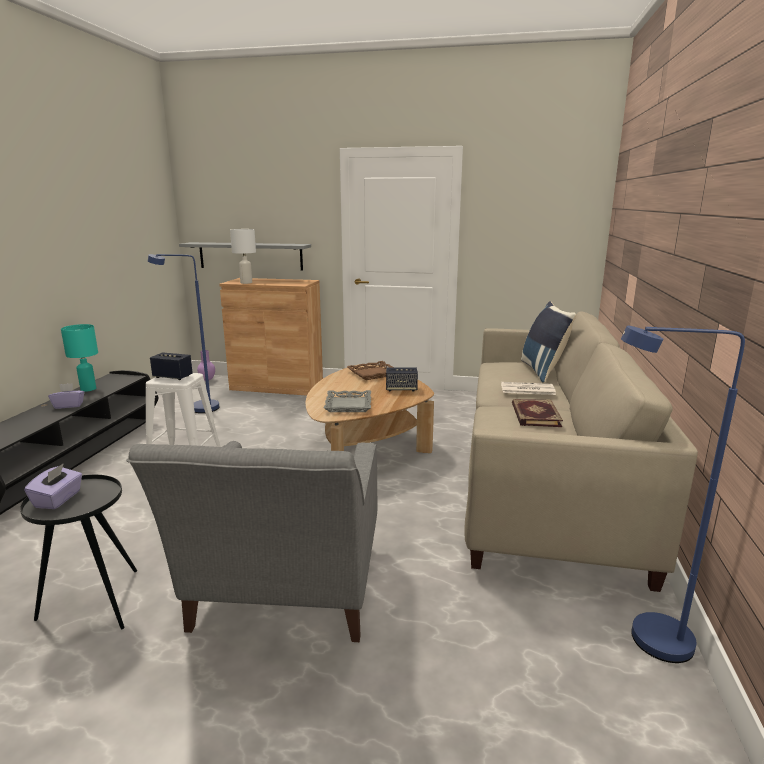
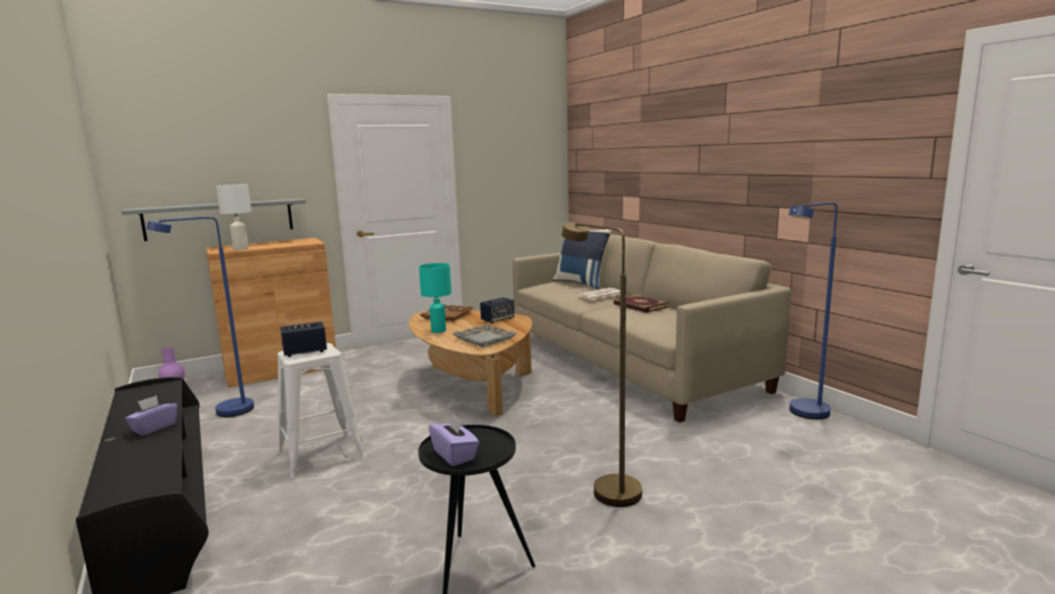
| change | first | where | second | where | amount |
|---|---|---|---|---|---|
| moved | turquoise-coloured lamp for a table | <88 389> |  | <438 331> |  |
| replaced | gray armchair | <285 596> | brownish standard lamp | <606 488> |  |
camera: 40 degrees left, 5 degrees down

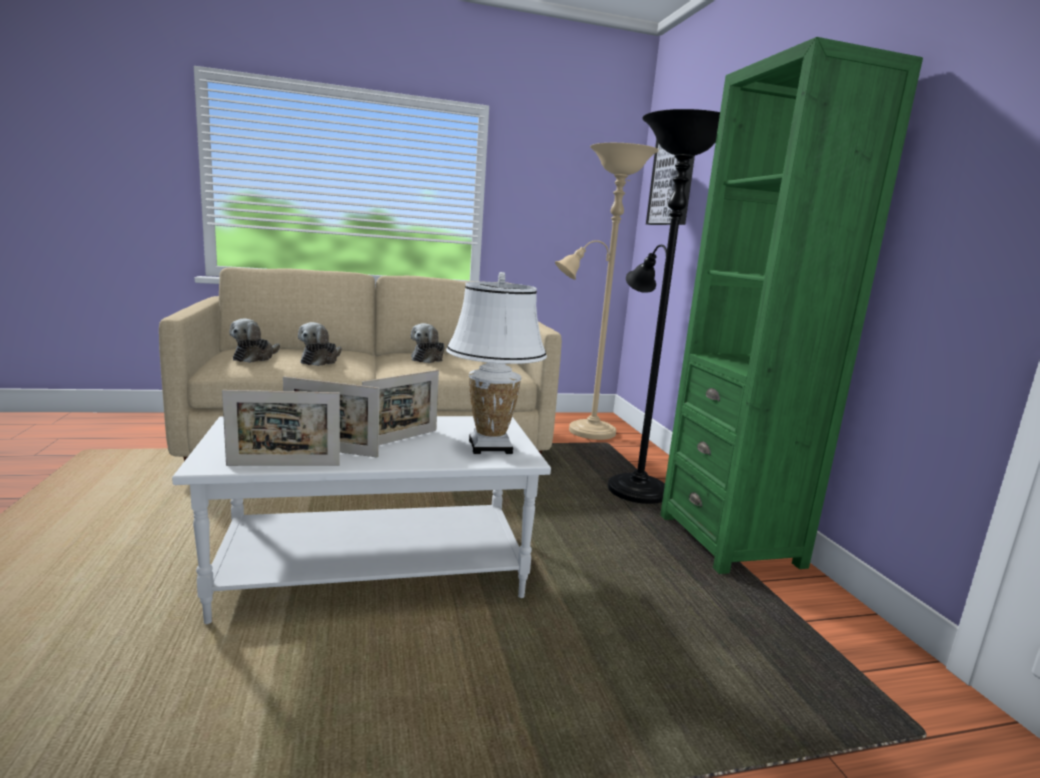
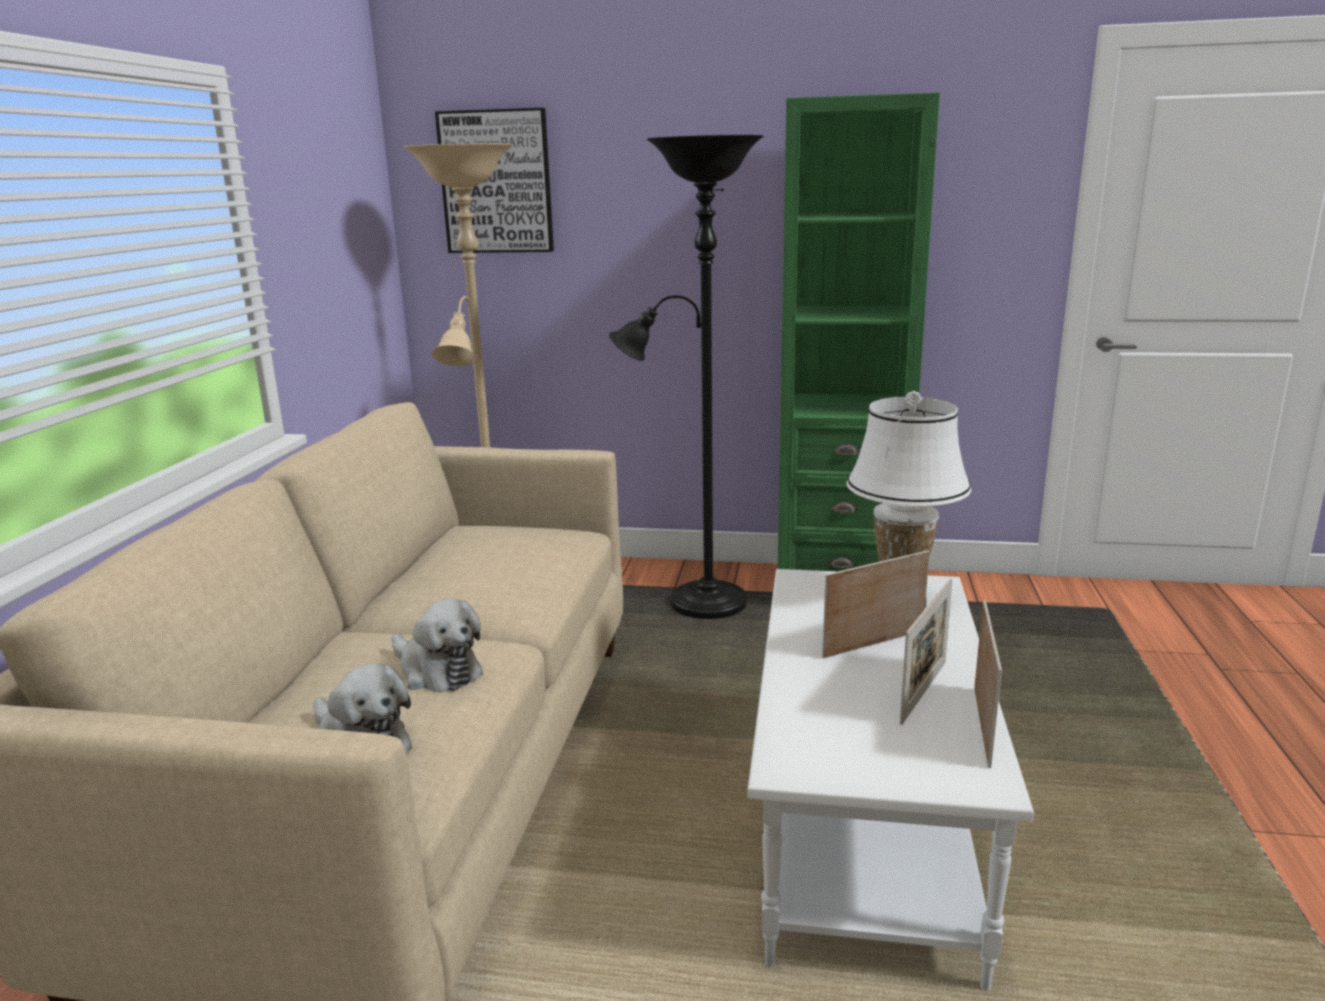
| change | first | where | second | where | amount |
|---|---|---|---|---|---|
| removed | plush toy | <428 358> |  |  |  |
| turned | standing frame | <401 439> |  | <874 644> | 90 degrees counterclockwise |
camera: 65 degrees left, 5 degrees up

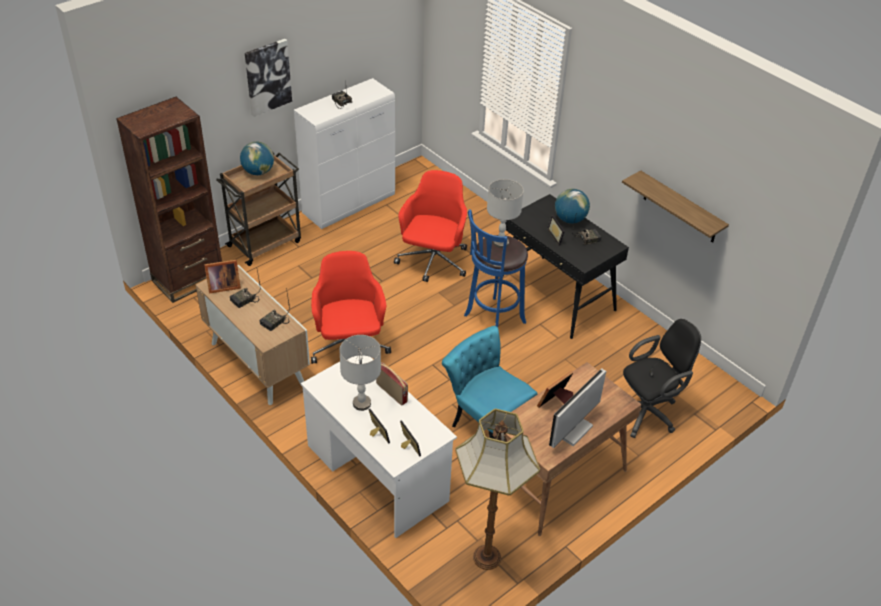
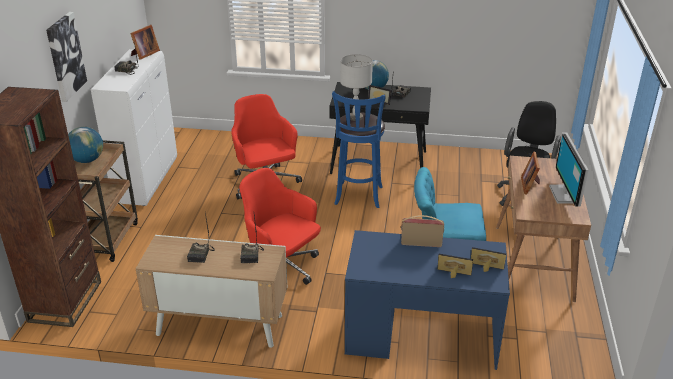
| change | first | where | second | where | amount |
|---|---|---|---|---|---|
| removed | gray lamp for a table | <361 403> |  |  |  |
| removed | standard lamp | <485 558> |  |  |  |
| removed | shelf | <680 208> |  |  |  |
| moved | standing frame | <222 286> |  | <144 54> |  |
| recoloured | white desk unit | <377 472> | blue desk unit | <421 337> |  |
camera: 40 degrees left, 10 degrees down

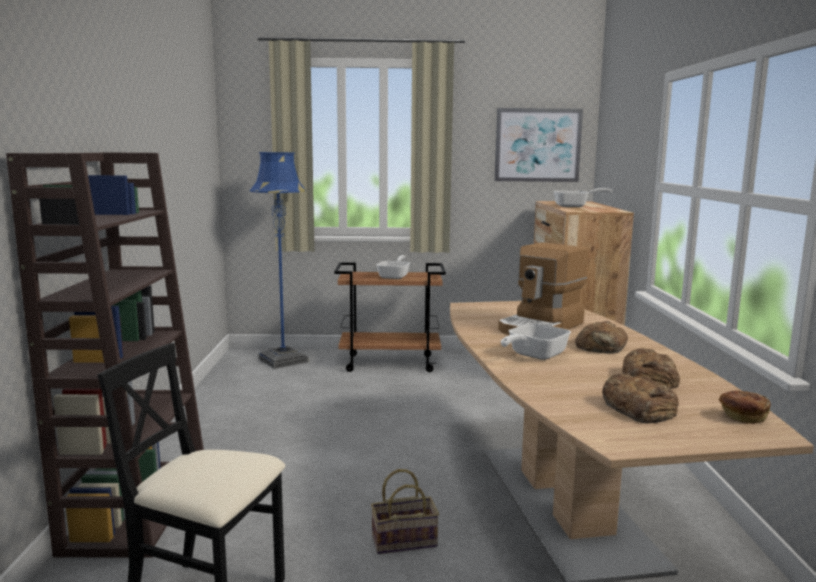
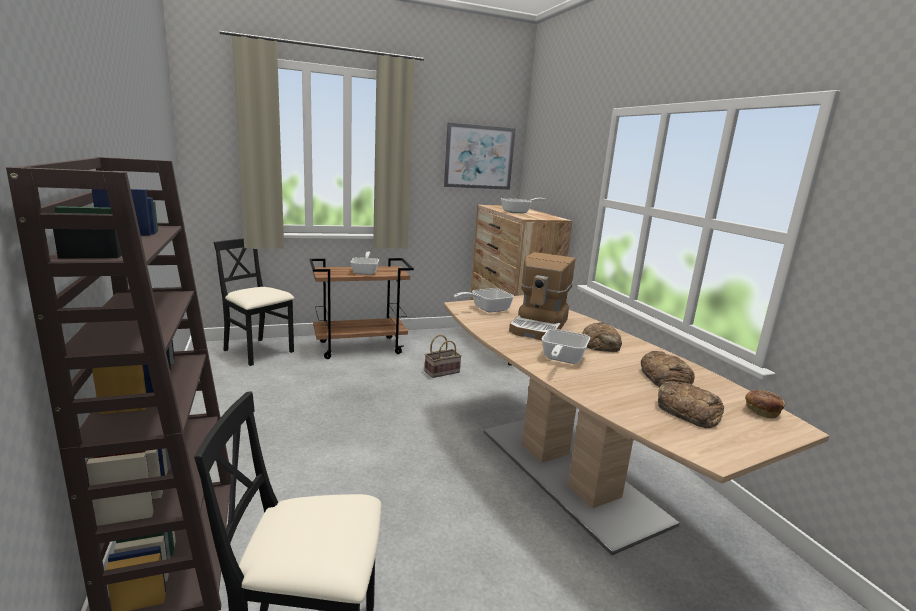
| change | first | where | second | where | amount |
|---|---|---|---|---|---|
| added |  |  | pan | <486 309> |  |
| moved | household basket | <405 540> |  | <442 371> |  |
| replaced | blue standard lamp | <283 360> | blackish plain chair | <258 351> |  |
camera: 20 degrees left, 5 degrees up

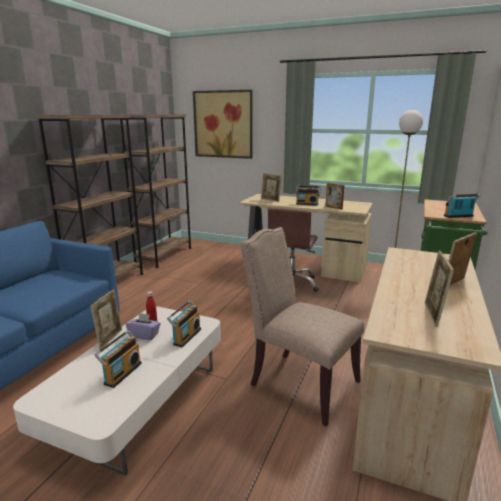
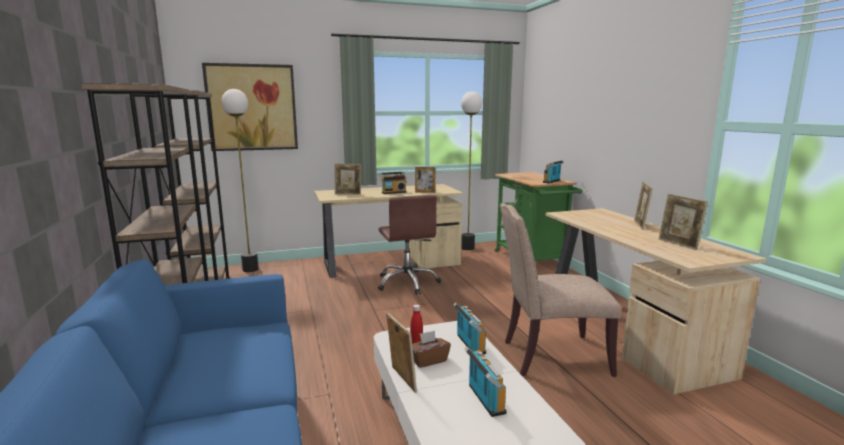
| change | first | where | second | where | amount |
|---|---|---|---|---|---|
| added |  |  | standard lamp | <250 269> |  |
| recoloured | purplish tissue box | <144 335> | brownish tissue box | <428 360> |  |
camera: 40 degrees left, 5 degrees down

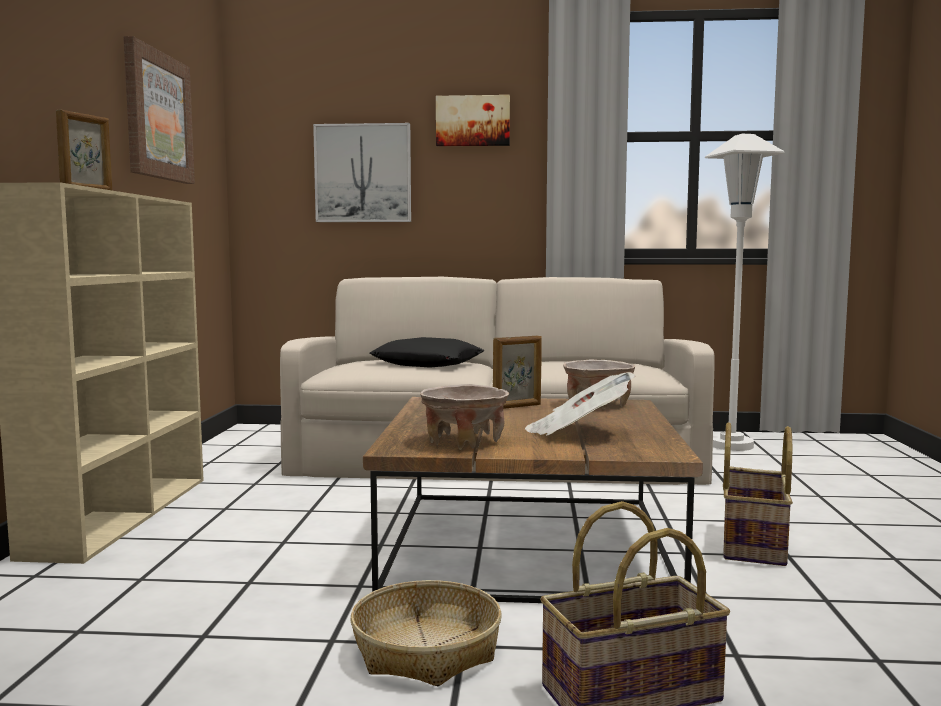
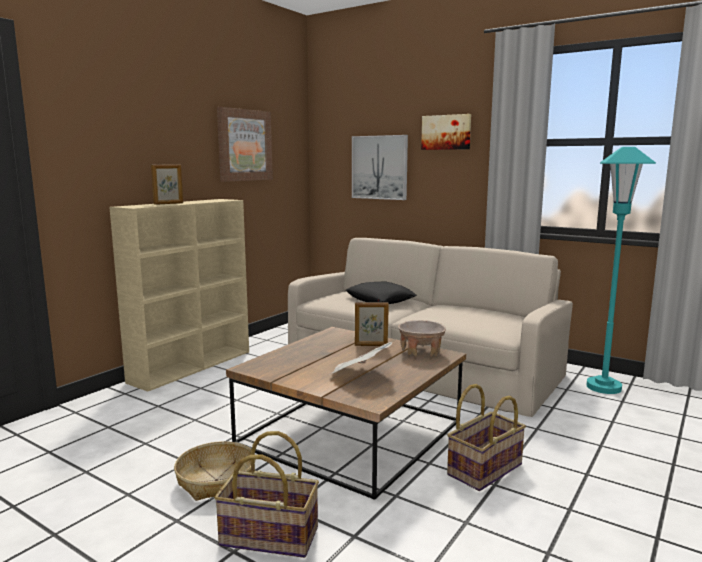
| change | first | where | second | where | amount |
|---|---|---|---|---|---|
| removed | beige-coloured serving bowl | <463 442> |  |  |  |
| recoloured | white standard lamp | <731 445> | turquoise-coloured standard lamp | <604 387> |  |
camera: 30 degrees right, 5 degrees up

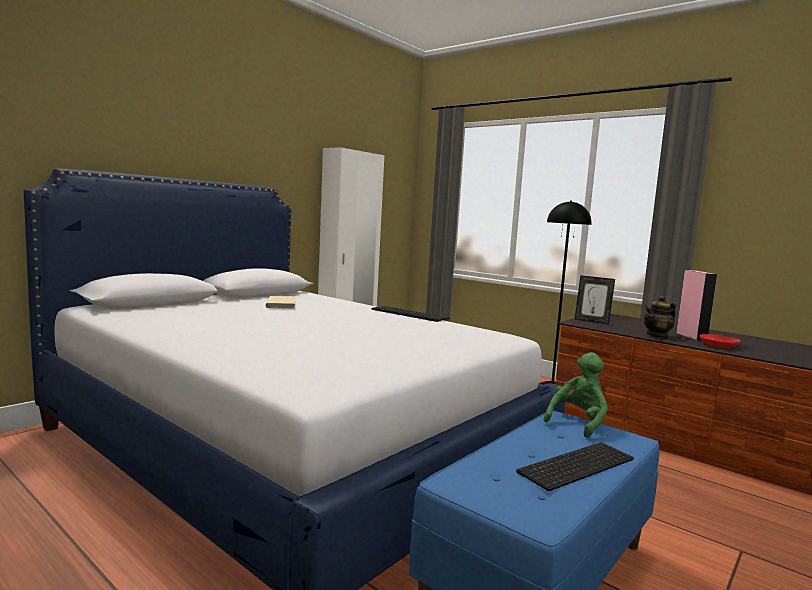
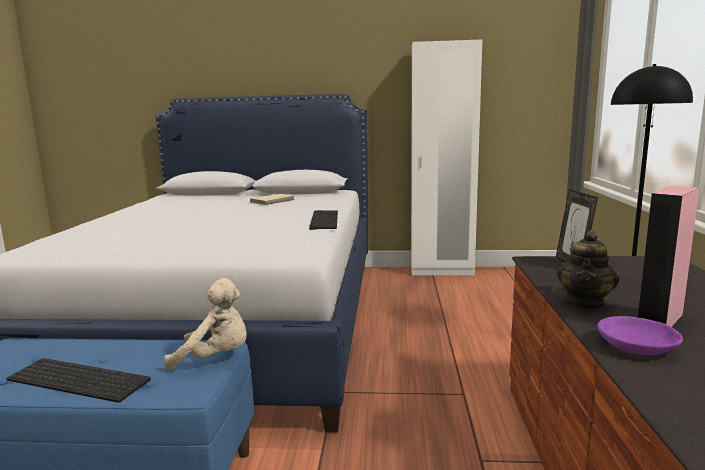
| change | first | where | second | where | amount |
|---|---|---|---|---|---|
| recoloured | greenish plush toy | <578 422> | beige-coloured plush toy | <216 358> |  |
| recoloured | red-coloured serving bowl | <719 346> | purplish serving bowl | <638 346> |  |
| turned | tea pot | <657 336> |  | <585 303> | 90 degrees counterclockwise |
camera: 55 degrees right, 5 degrees up

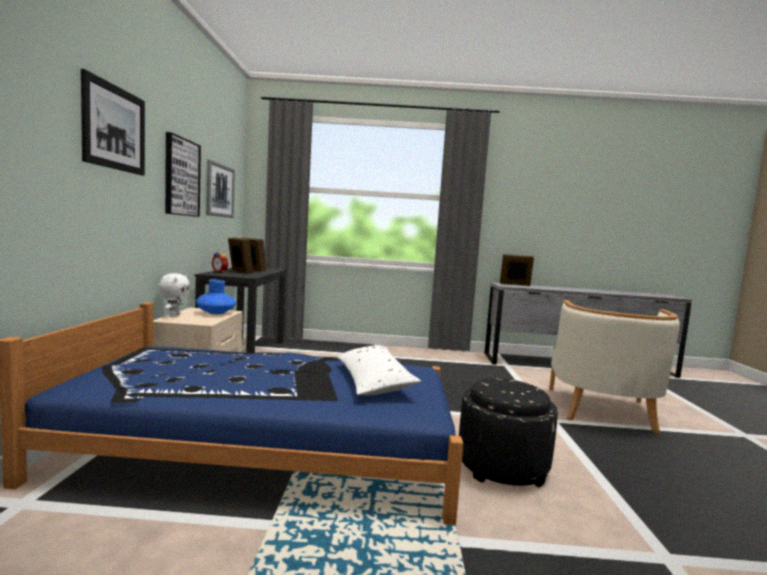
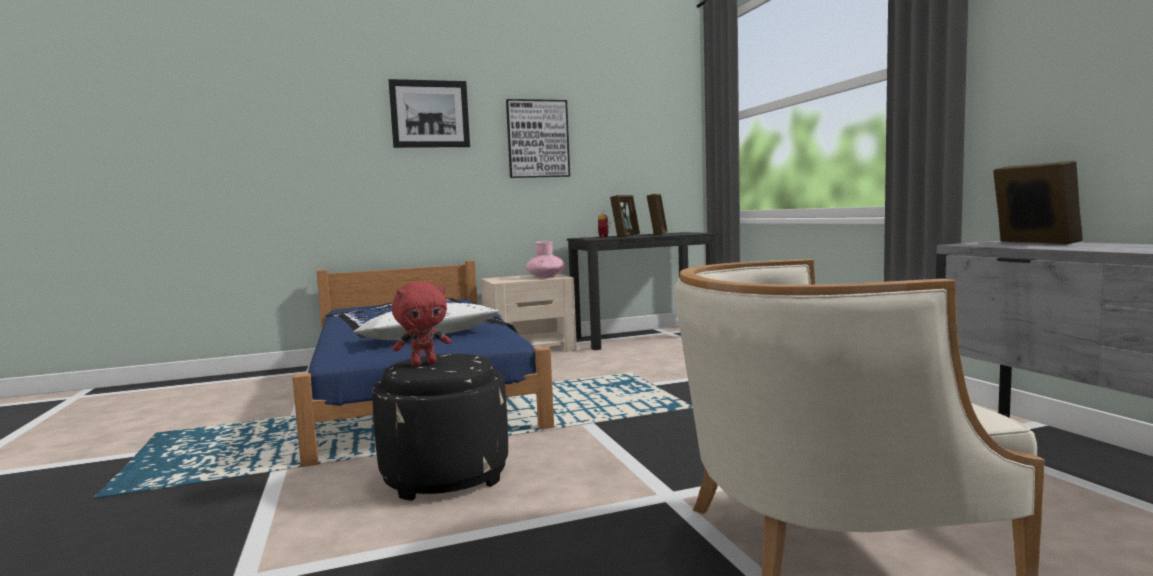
| change | first | where | second | where | amount |
|---|---|---|---|---|---|
| removed | white plush toy | <174 315> |  |  |  |
| removed | picture | <219 190> |  |  |  |
| added |  |  | red-coloured plush toy | <423 364> |  |
| recoloured | blue flower vase | <216 313> | pink-coloured flower vase | <546 277> |  |
camera: 70 degrees right, 0 degrees up

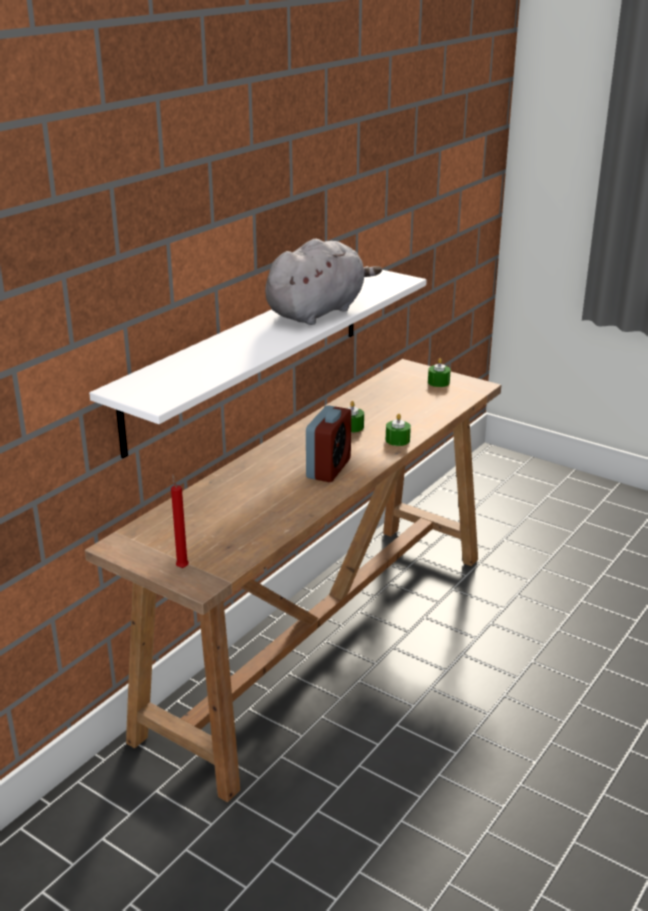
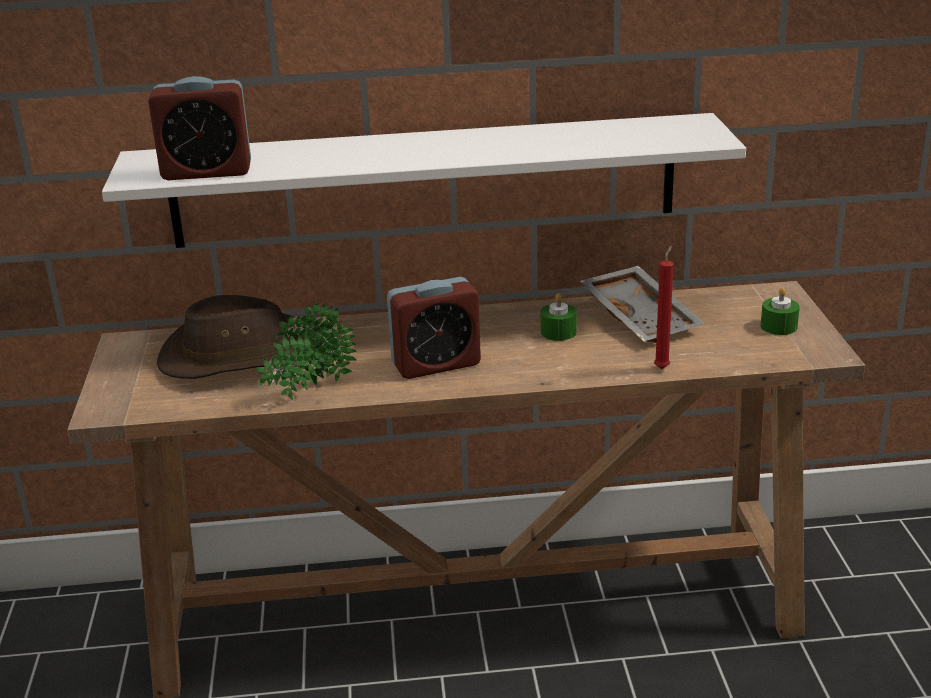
| change | first | where | second | where | amount |
|---|---|---|---|---|---|
| removed | gray plush toy | <318 311> |  |  |  |
| removed | greenish candle | <397 440> |  |  |  |
| added |  |  | alarm clock | <207 172> |  |
| added |  |  | brownish hat | <240 355> |  |
| added |  |  | potted plant | <308 390> |  |
| added |  |  | gray carrying tray | <642 317> |  |
| moved | red-coloured candle | <182 566> |  | <662 367> |  |
camera: 50 degrees right, 0 degrees up

